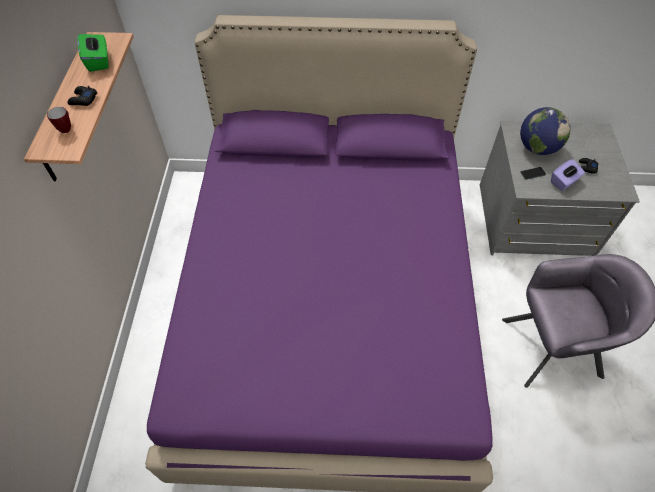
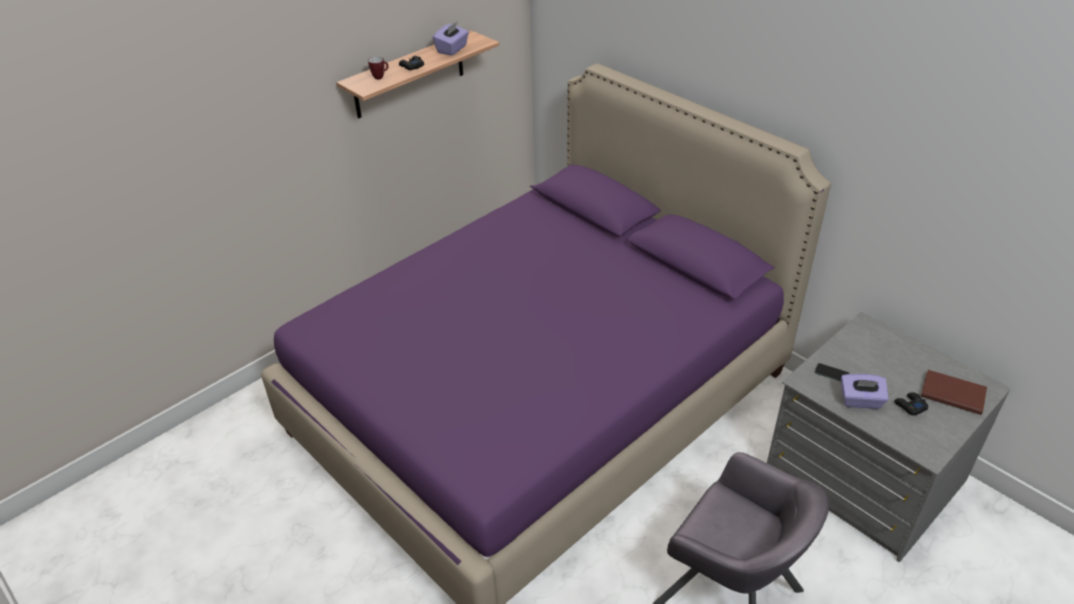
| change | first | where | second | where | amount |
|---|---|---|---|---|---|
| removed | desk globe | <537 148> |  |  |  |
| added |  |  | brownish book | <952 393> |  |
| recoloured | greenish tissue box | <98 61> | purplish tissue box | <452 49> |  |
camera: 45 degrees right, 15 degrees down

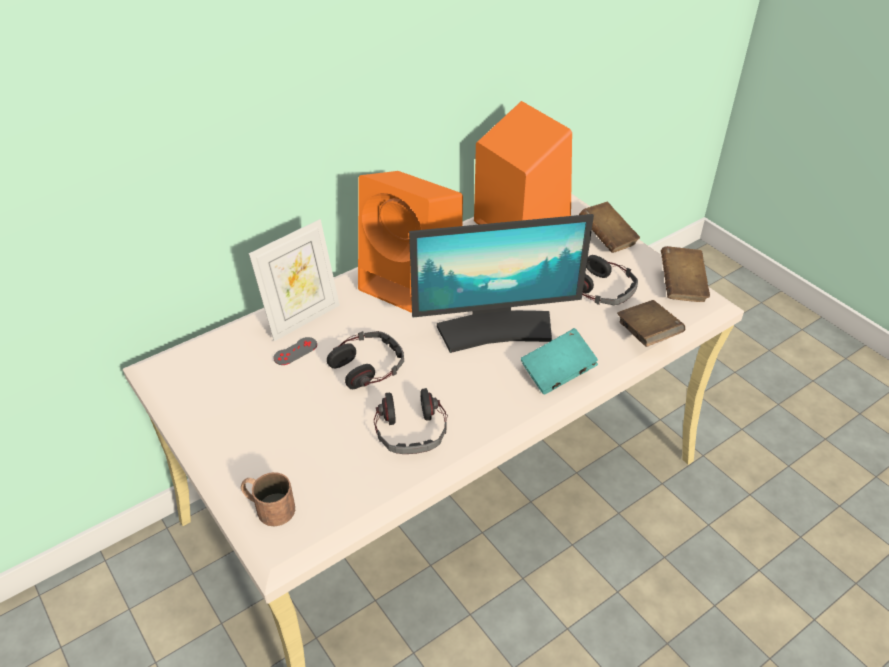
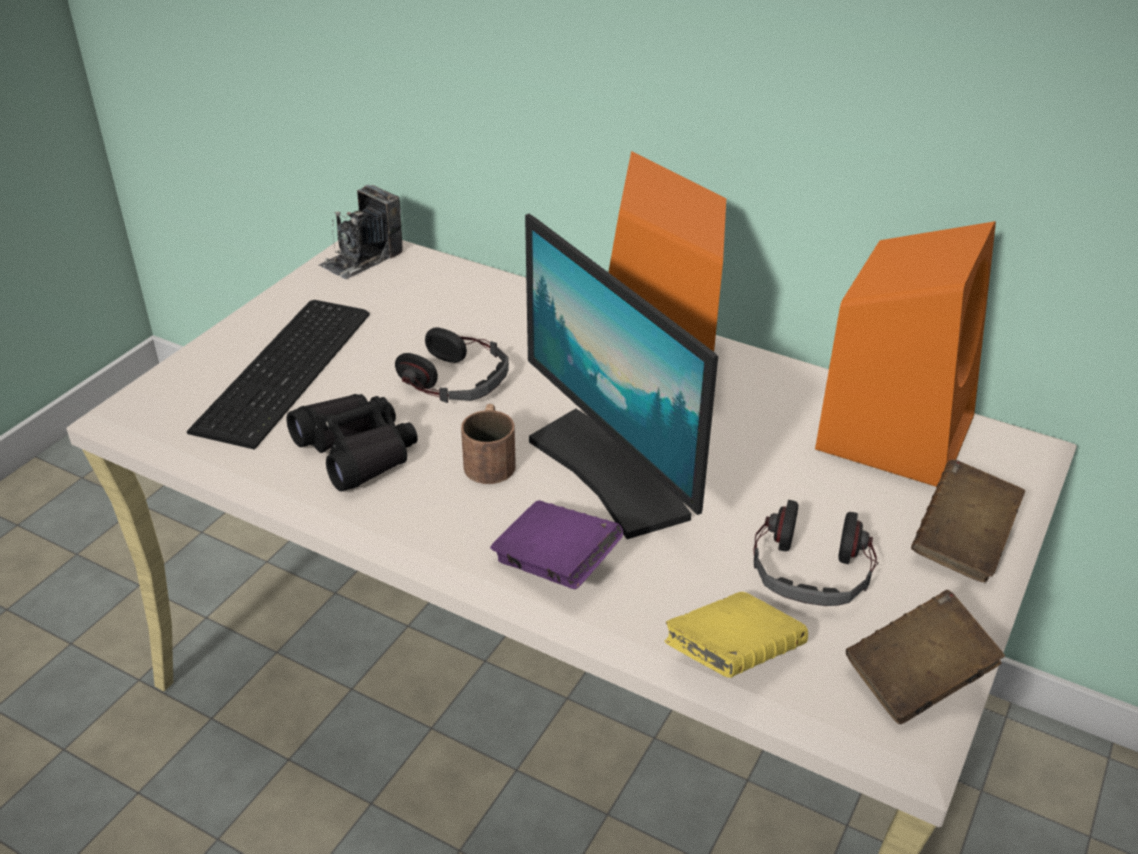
| change | first | where | second | where | amount |
|---|---|---|---|---|---|
| removed | standing frame | <302 318> |  |  |  |
| removed | gray gamepad | <295 351> |  |  |  |
| added |  |  | keyboard | <290 369> |  |
| added |  |  | photo camera | <362 258> |  |
| moved | brownish tea mug | <268 506> |  | <490 458> |  |
| replaced | headset | <411 429> | blackish binoculars | <357 451> |  |
| recoloured | turquoise-coloured book | <557 373> | purplish book | <556 565> |  |
| recoloured | brownish book | <647 334> | yellowish book | <733 656> |  |
camera: 65 degrees right, 5 degrees down

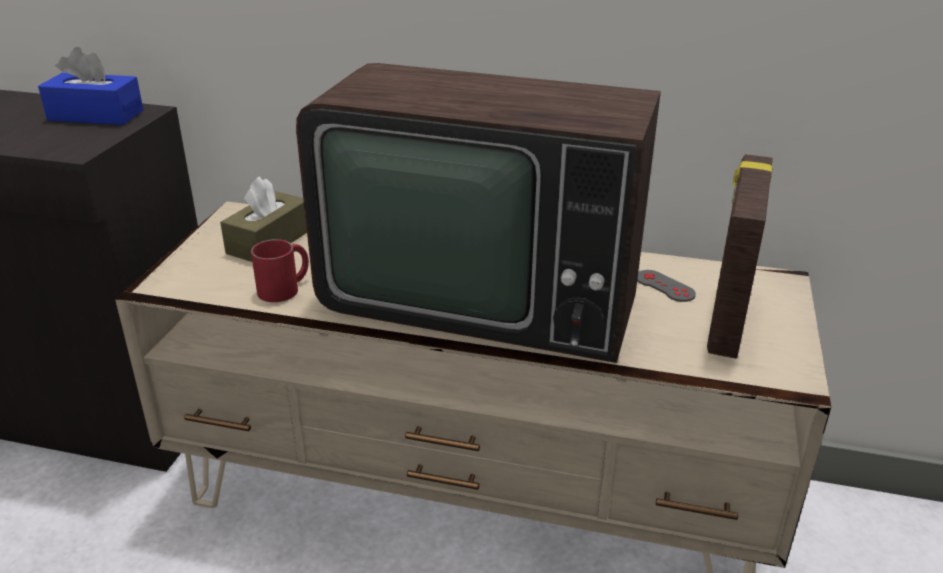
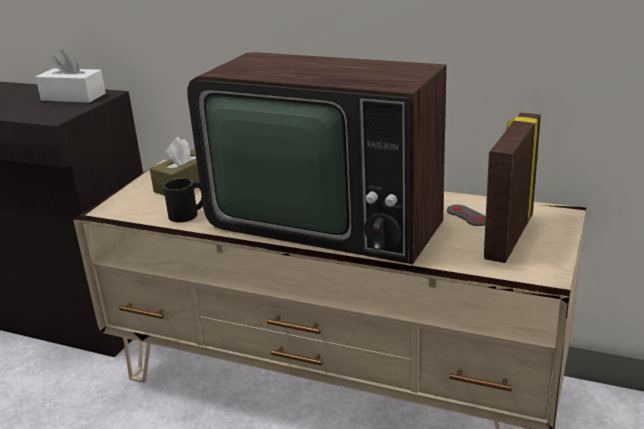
| change | first | where | second | where | amount |
|---|---|---|---|---|---|
| recoloured | blue tissue box | <96 115> | white tissue box | <73 97> |  |
| recoloured | red-coloured tea mug | <285 288> | blackish tea mug | <188 214> |  |
camera: 10 degrees right, 5 degrees down

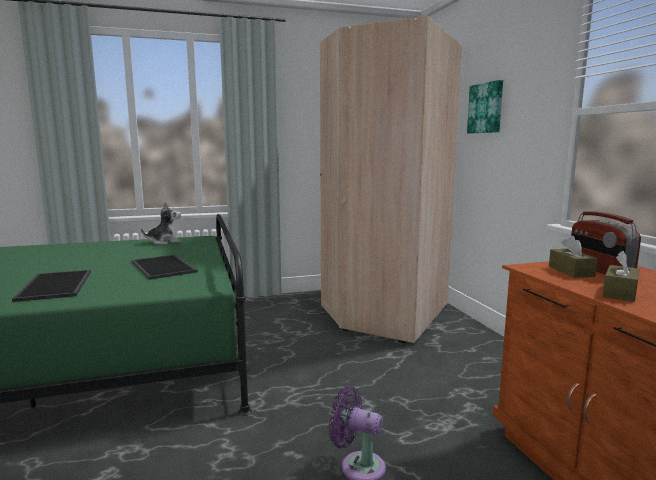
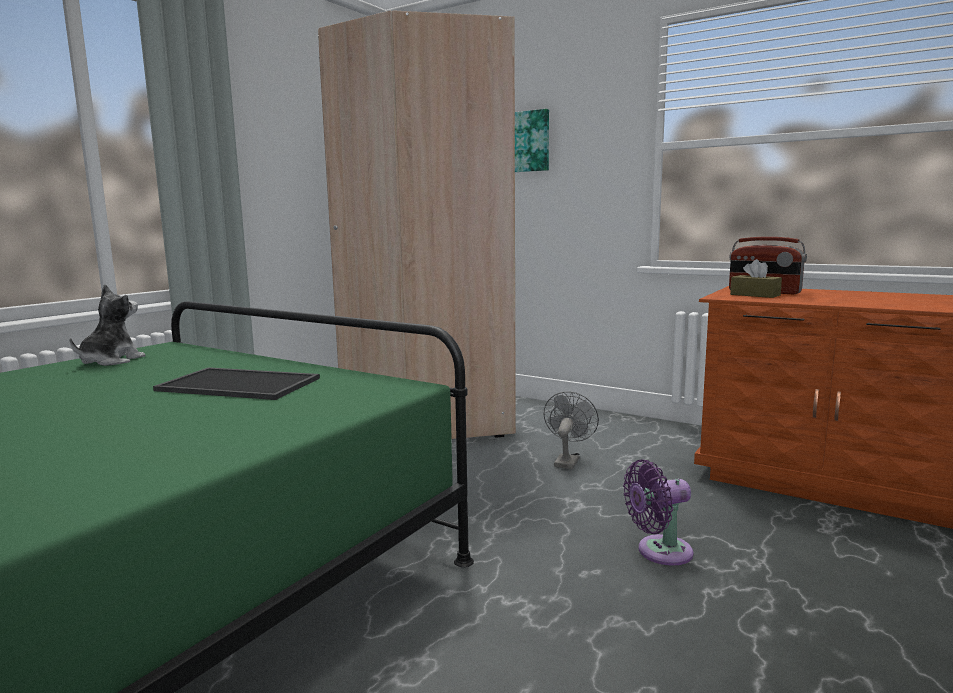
| change | first | where | second | where | amount |
|---|---|---|---|---|---|
| removed | carrying tray | <57 285> |  |  |  |
| removed | brownish tissue box | <620 292> |  |  |  |
| added |  |  | gray electric fan | <567 460> |  |
camera: 40 degrees left, 0 degrees up

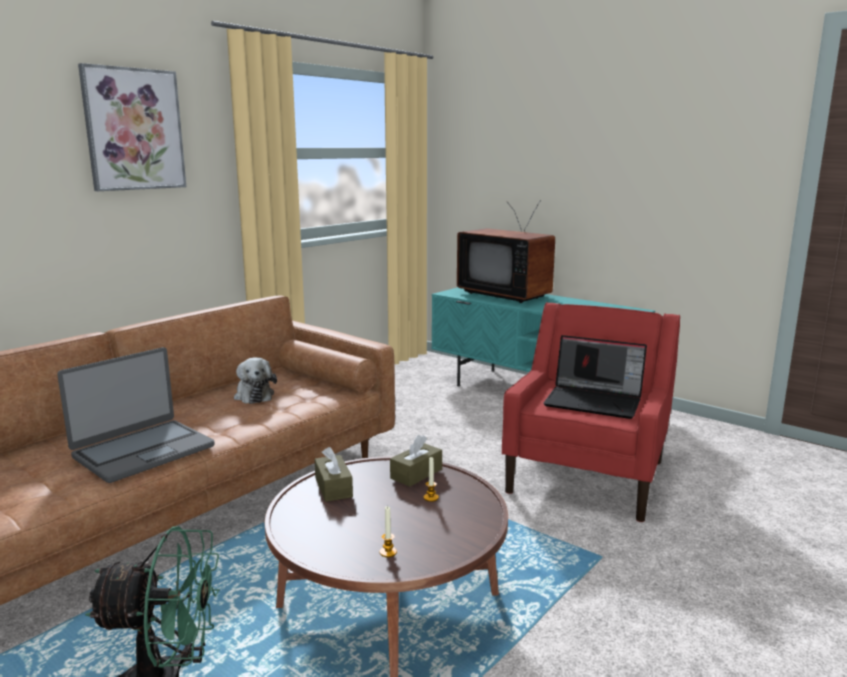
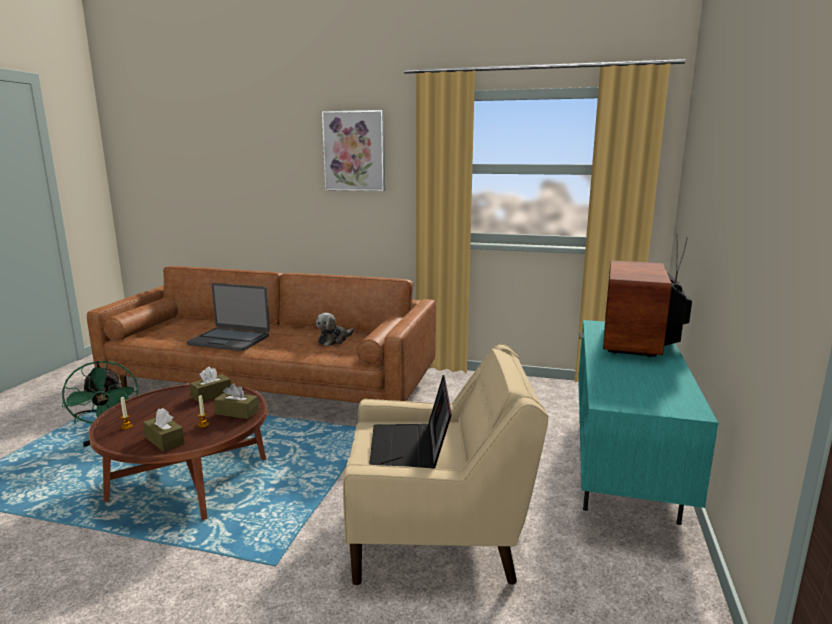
| change | first | where | second | where | amount |
|---|---|---|---|---|---|
| added |  |  | brownish tissue box | <164 440> |  |
| recoloured | red-coloured armchair | <588 475> | beige-coloured armchair | <438 535> |  |
camera: 65 degrees right, 0 degrees up

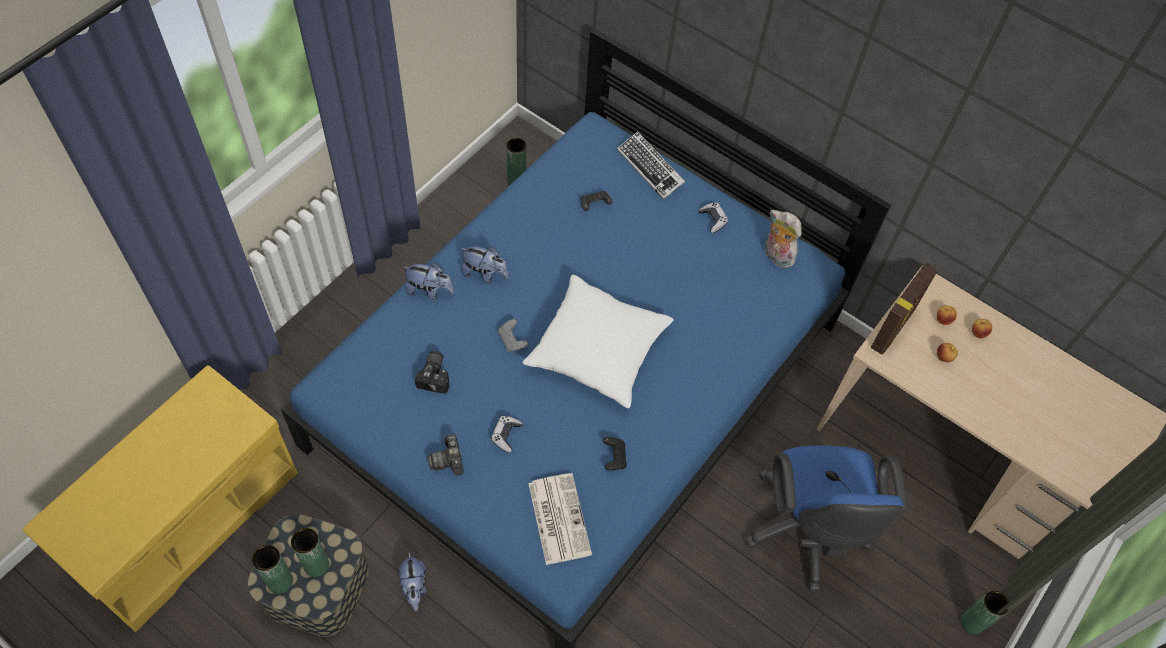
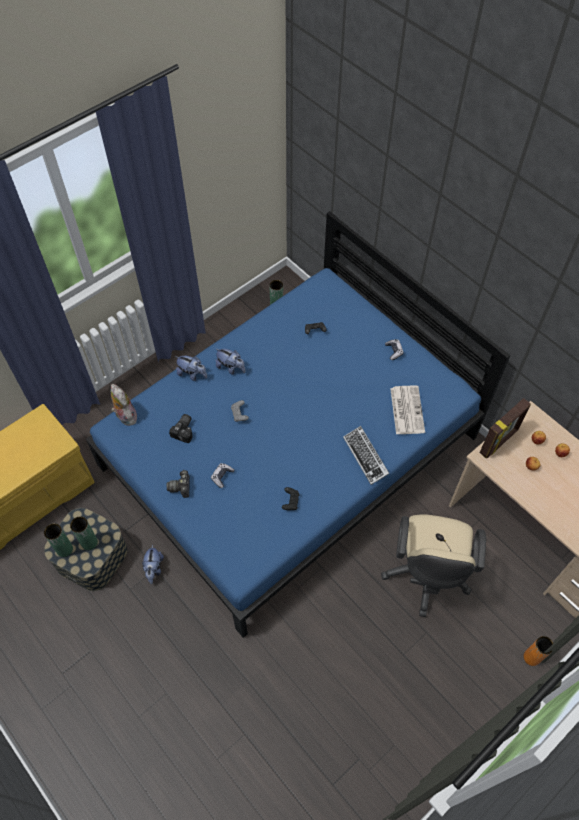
| change | first | where | second | where | amount |
|---|---|---|---|---|---|
| removed | white cushion | <598 350> |  |  |  |
| moved | newspaper | <558 517> |  | <406 409> |  |
| moved | keyboard | <650 168> |  | <365 456> |  |
| moved | plush toy | <776 256> |  | <125 416> |  |
| recoloured | blue computer chair | <806 533> | beige-coloured computer chair | <425 576> |  |
| recoloured | greenish flower vase | <972 622> | orange flower vase | <531 657> |  |
camera: 15 degrees right, 0 degrees up

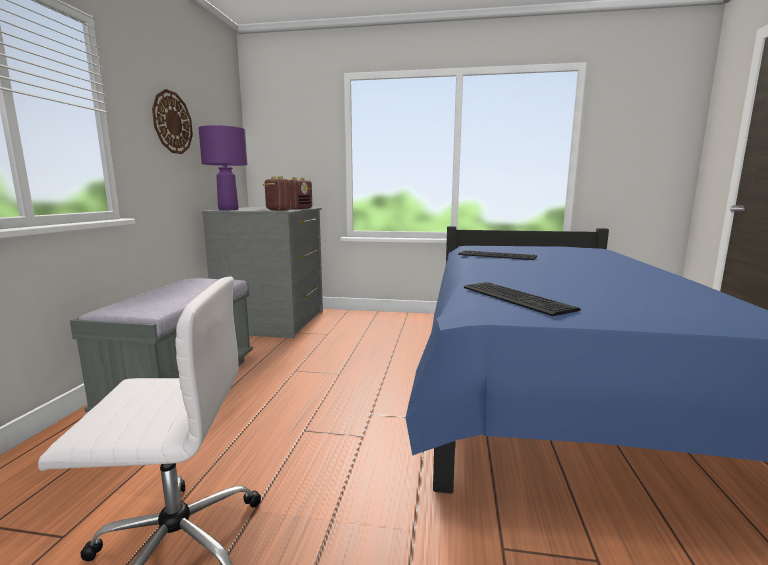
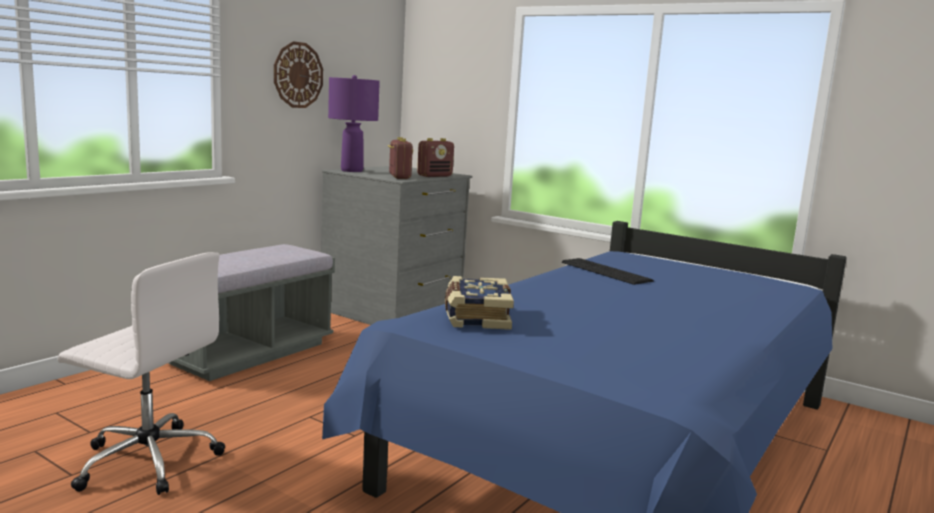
| change | first | where | second | where | amount |
|---|---|---|---|---|---|
| replaced | keyboard | <516 297> | book | <476 317> |  |
camera: 25 degrees right, 0 degrees up

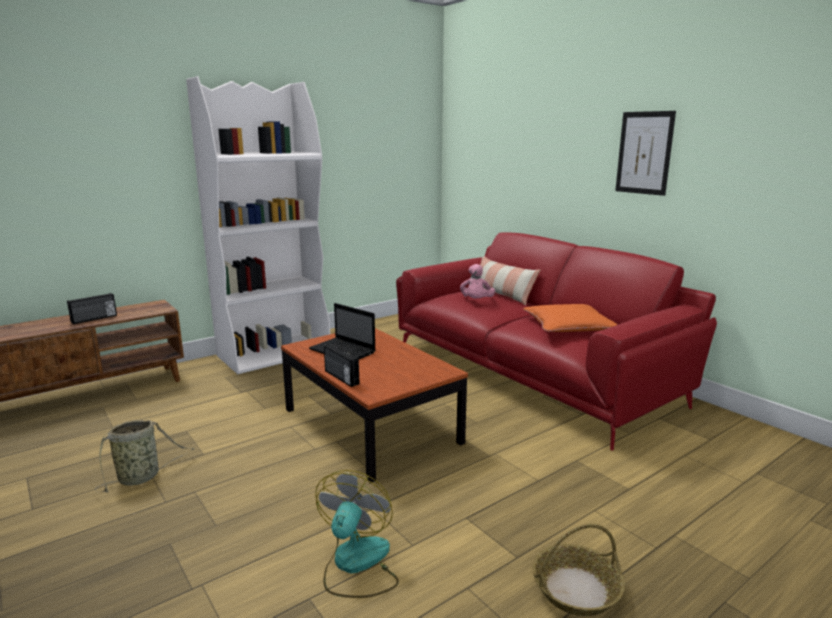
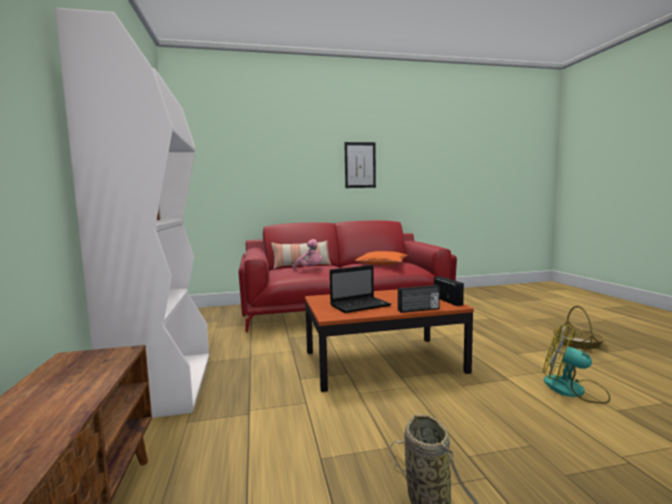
| change | first | where | second | where | amount |
|---|---|---|---|---|---|
| moved | radio set | <94 319> |  | <448 301> |  |
camera: 65 degrees left, 10 degrees down

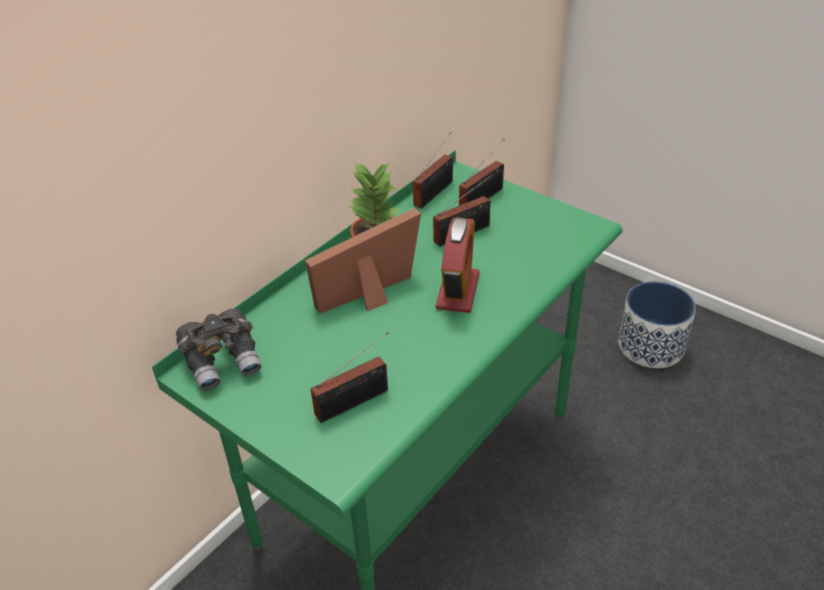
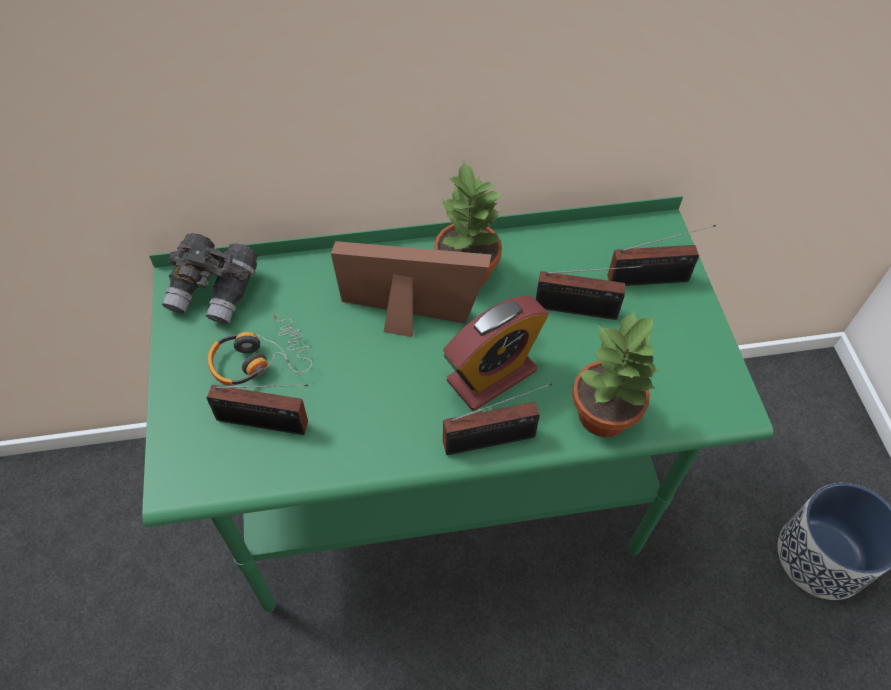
| change | first | where | second | where | amount |
|---|---|---|---|---|---|
| added |  |  | headset | <259 359> |  |
| added |  |  | potted plant | <605 415> |  |
| moved | radio set | <436 192> |  | <494 440> |  |
camera: 40 degrees right, 15 degrees up

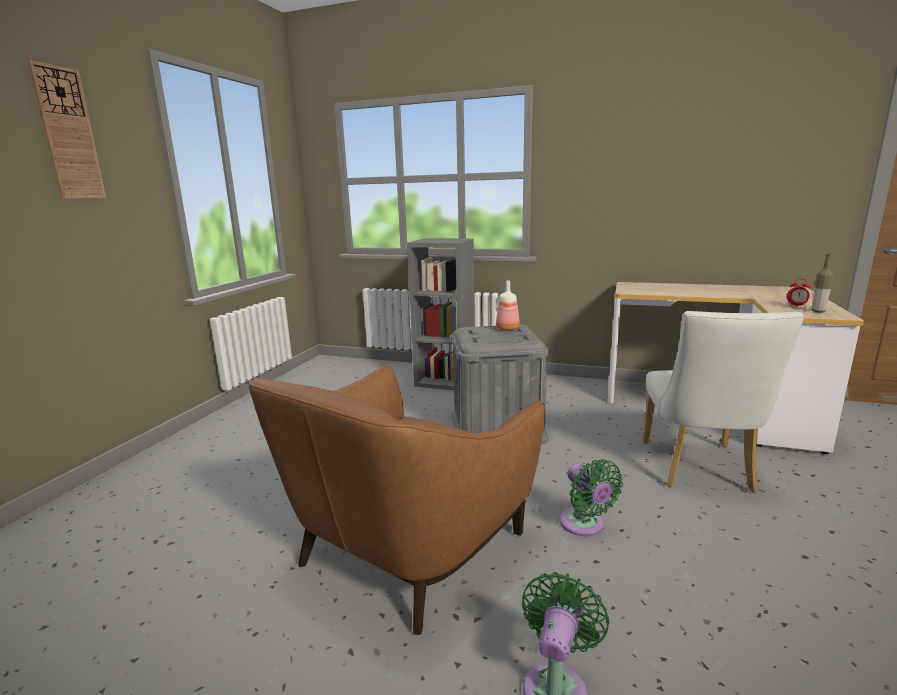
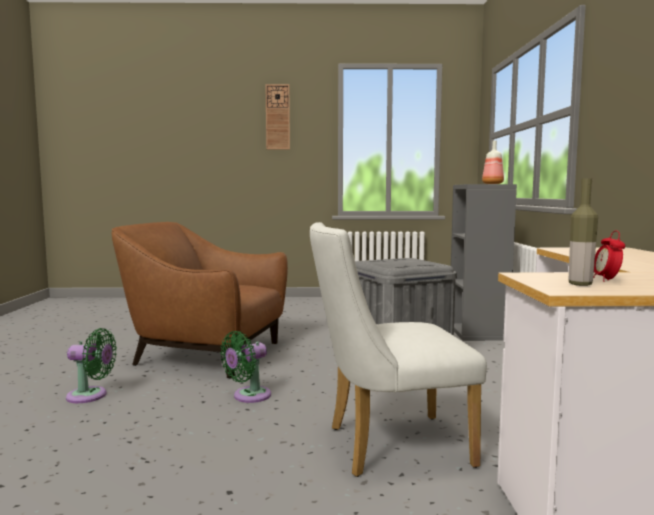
| change | first | where | second | where | amount |
|---|---|---|---|---|---|
| moved | beverage bottle | <508 329> |  | <492 184> |  |
camera: 70 degrees right, 10 degrees down

